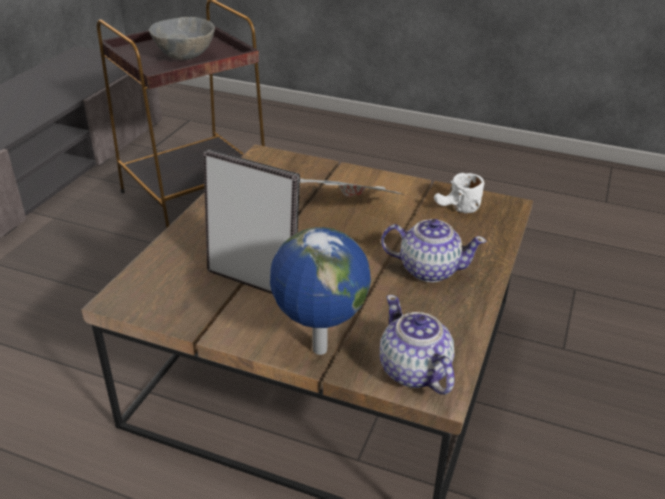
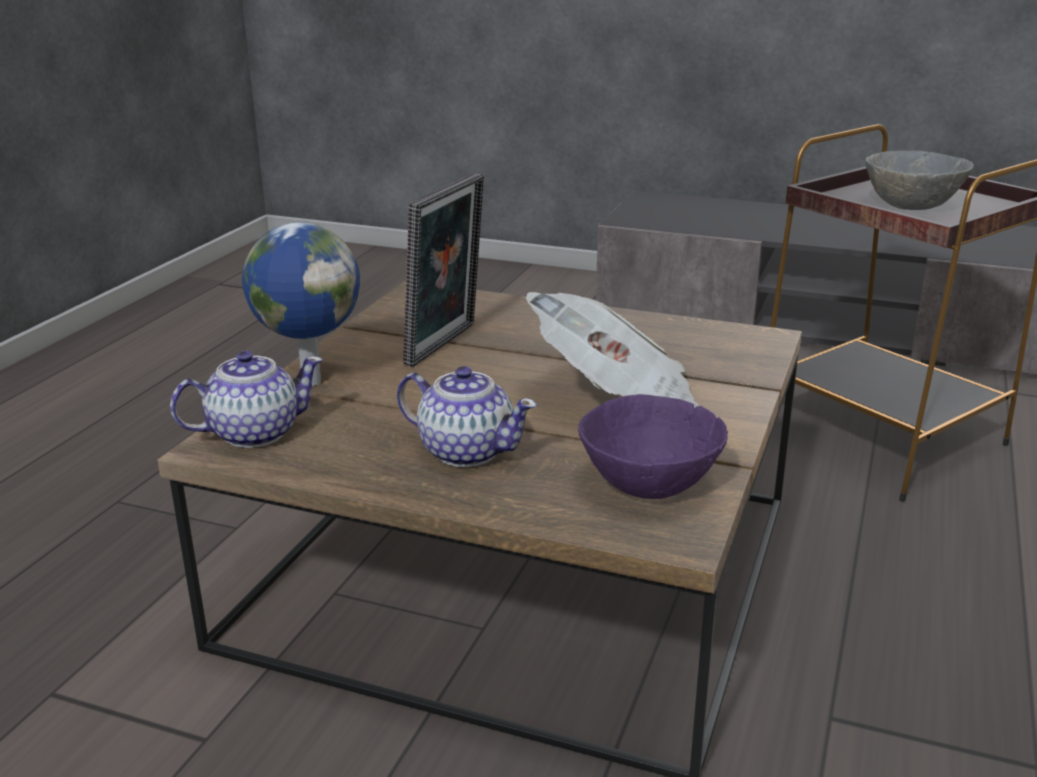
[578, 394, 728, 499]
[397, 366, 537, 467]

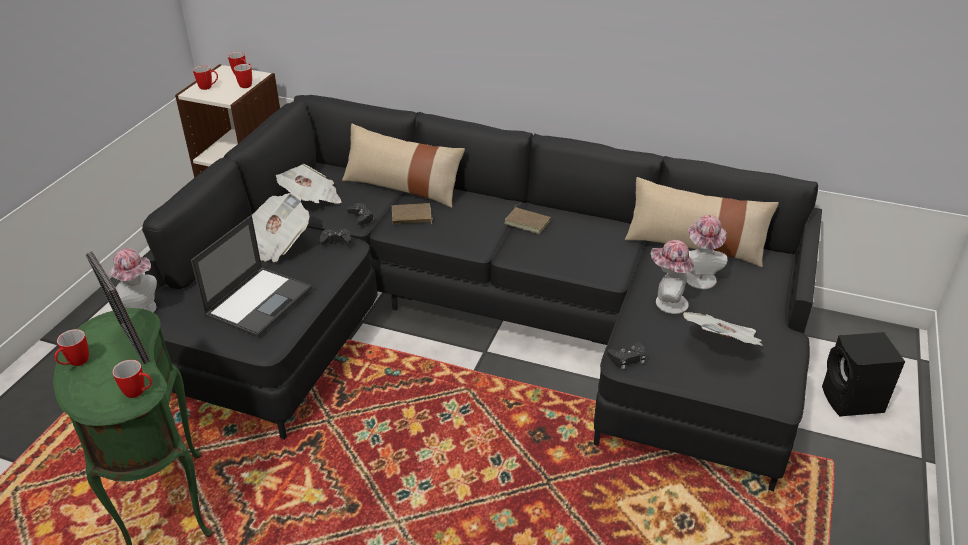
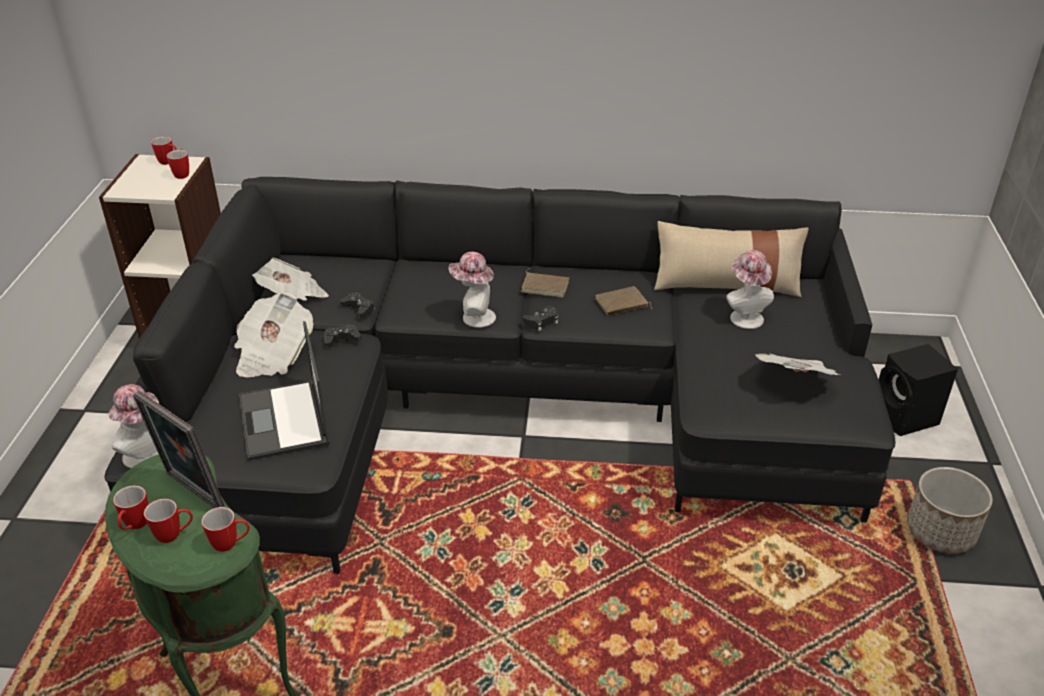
[342, 124, 465, 208] (first image)
[907, 467, 993, 554]
[144, 499, 193, 543]
[595, 286, 652, 315]
[523, 305, 558, 331]
[449, 252, 496, 328]
[239, 321, 330, 461]

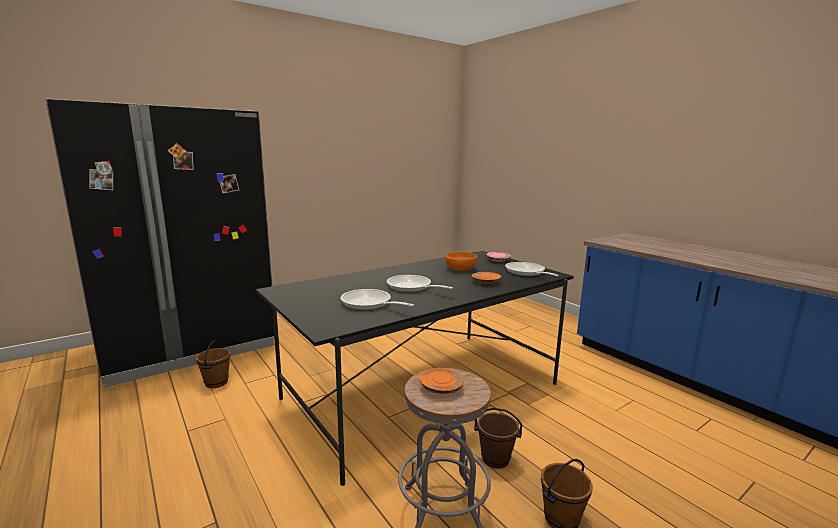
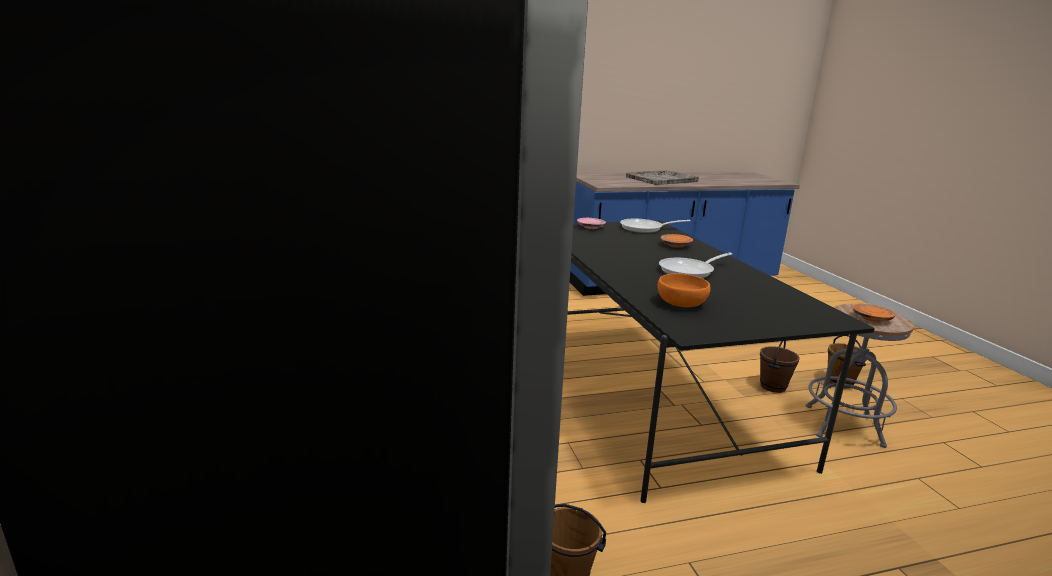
[341, 289, 414, 310] (first image)
[626, 170, 699, 185]
[658, 273, 710, 307]

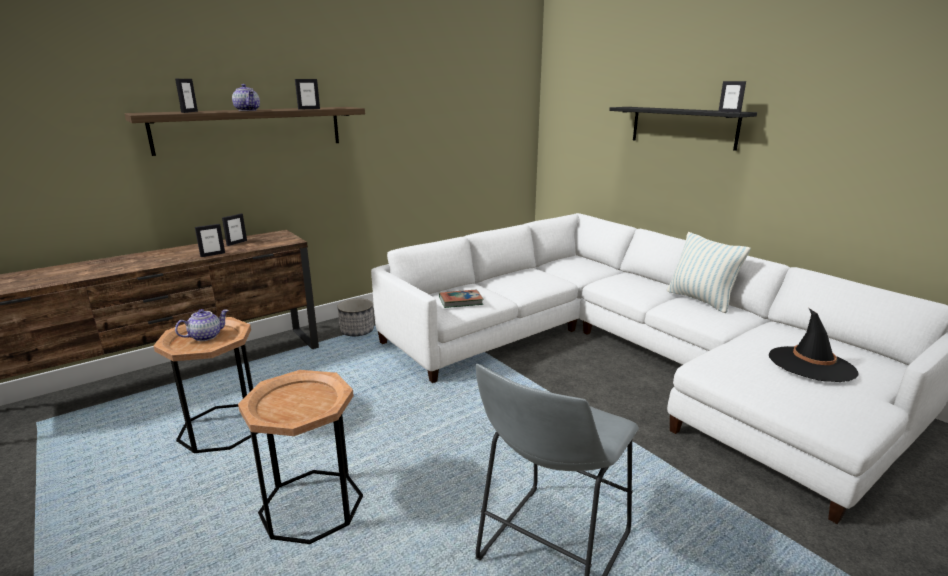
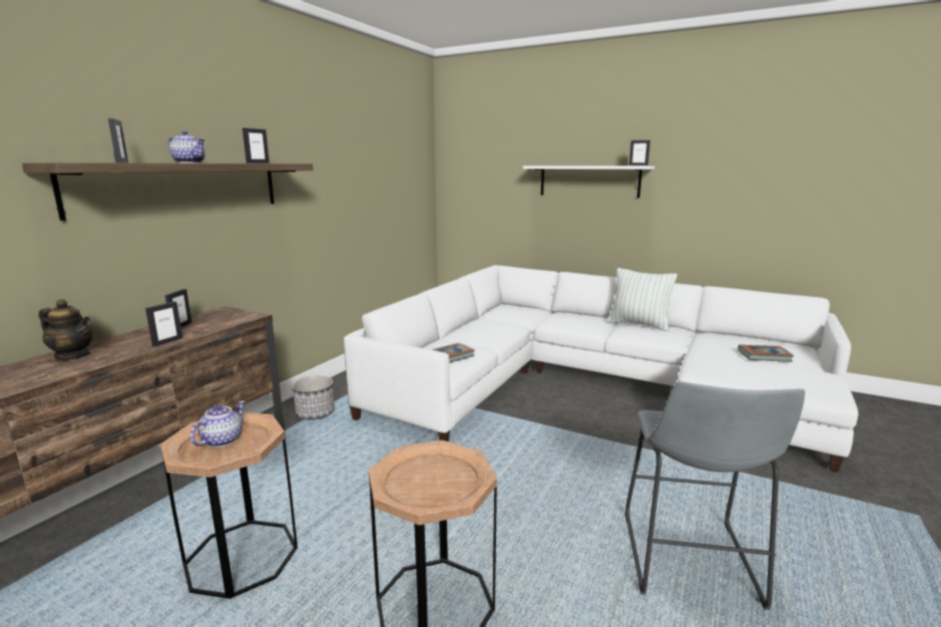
[39, 299, 94, 360]
[738, 345, 794, 362]
[523, 166, 655, 198]

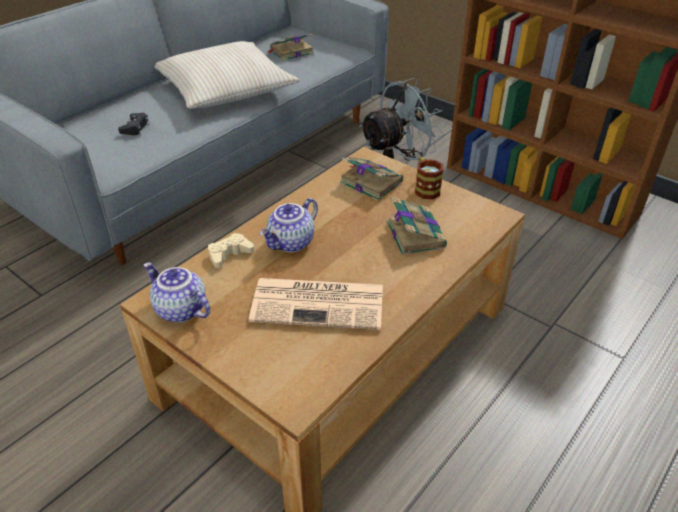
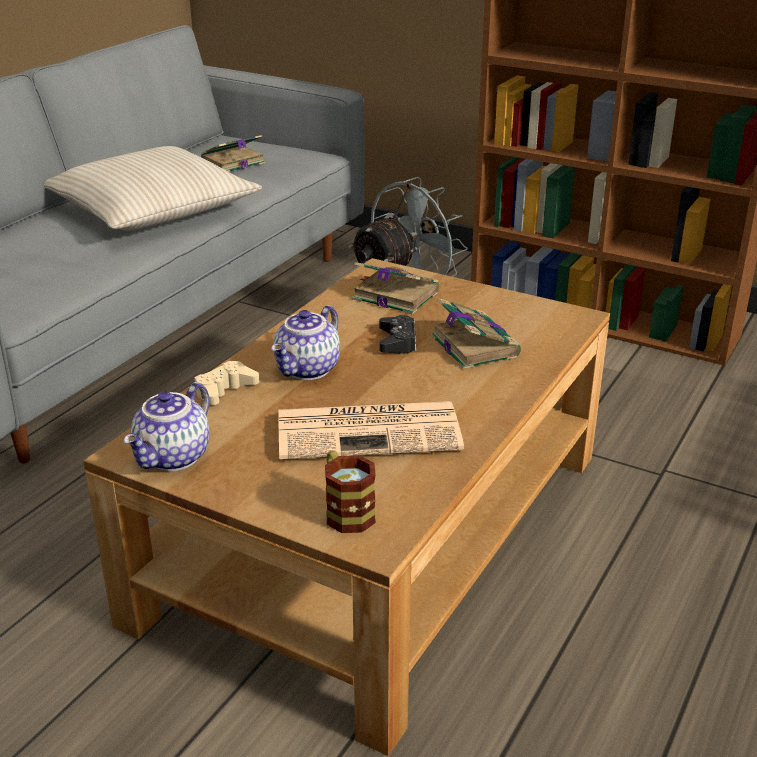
[379, 315, 417, 354]
[325, 451, 376, 533]
[124, 382, 210, 471]

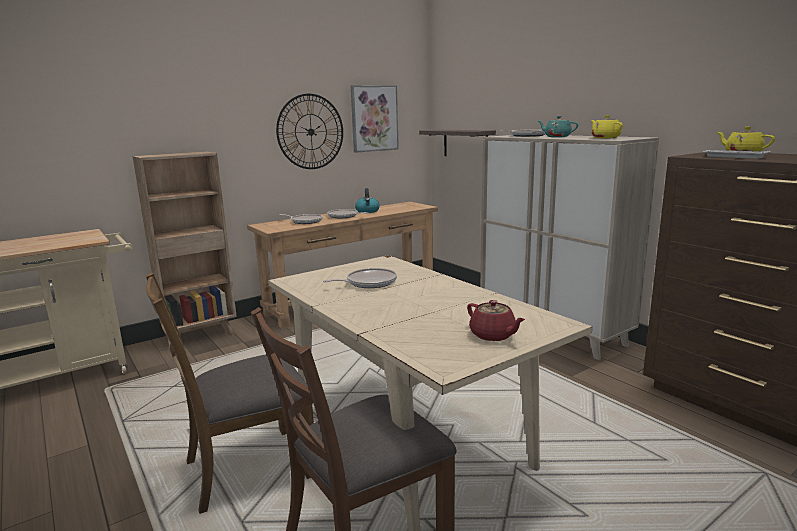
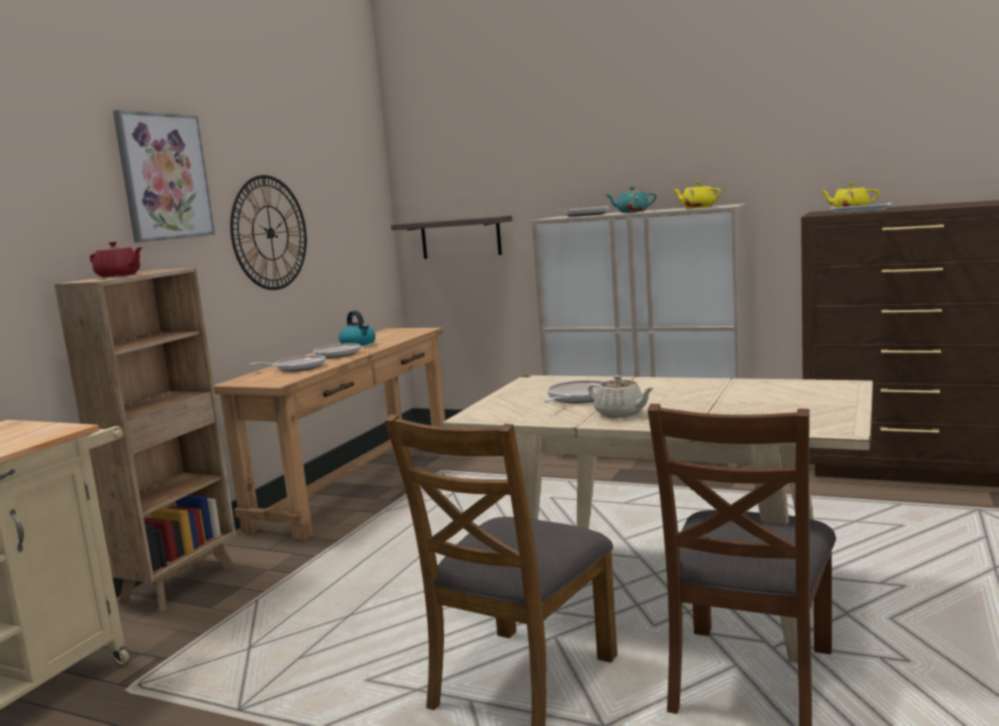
[588, 375, 654, 418]
[113, 110, 215, 243]
[90, 242, 142, 277]

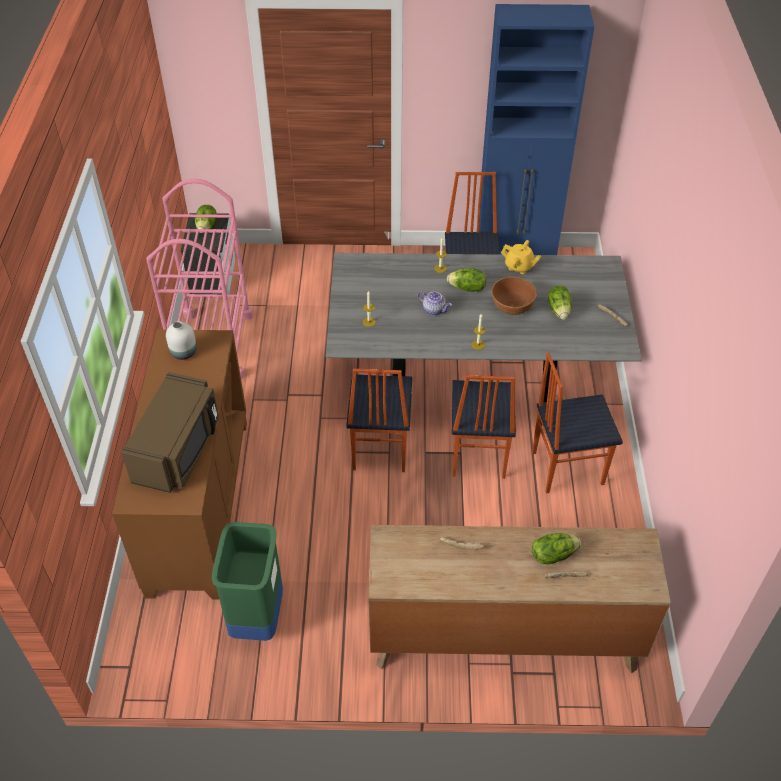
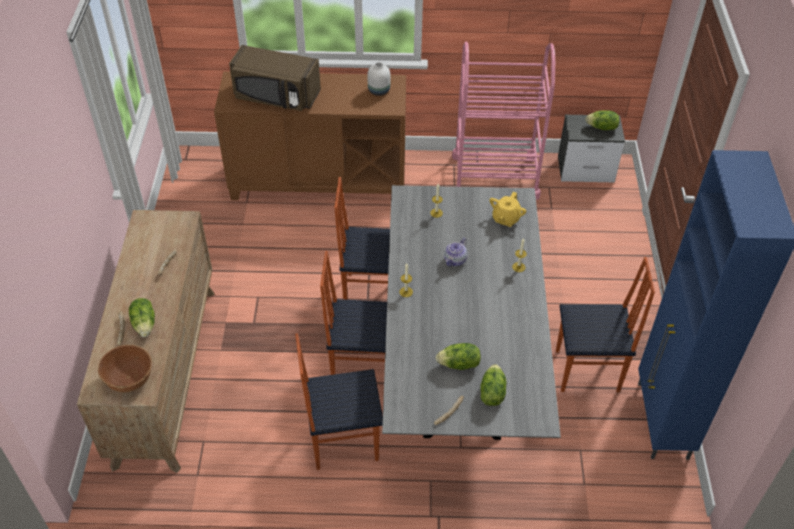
[212, 522, 283, 641] (first image)
[480, 364, 506, 406]
[98, 345, 152, 392]
[489, 192, 526, 227]
[295, 333, 383, 470]

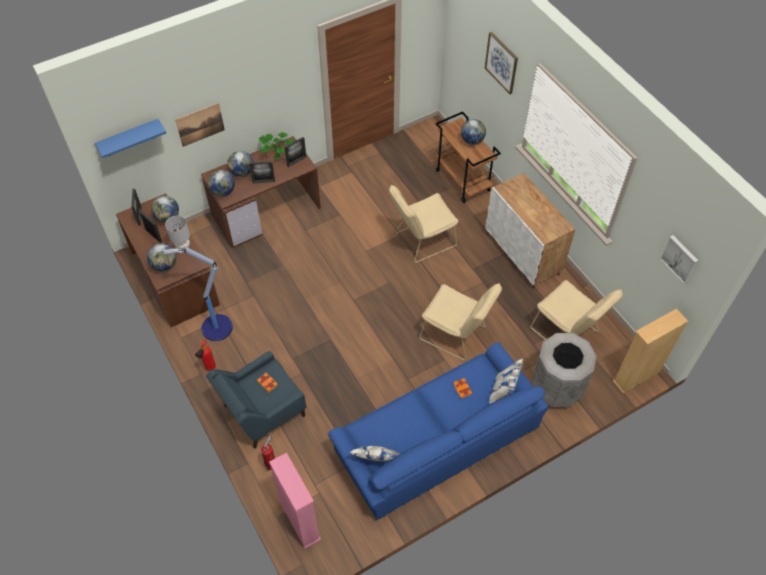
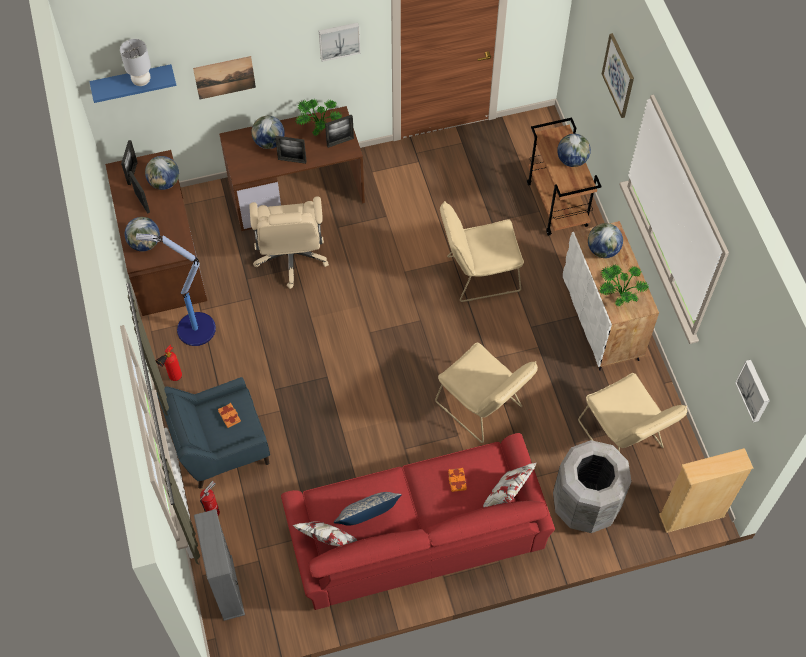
[249, 196, 329, 289]
[319, 23, 360, 62]
[334, 492, 402, 526]
[599, 264, 649, 307]
[120, 39, 151, 86]
[588, 223, 623, 258]
[194, 509, 245, 621]
[281, 433, 555, 610]

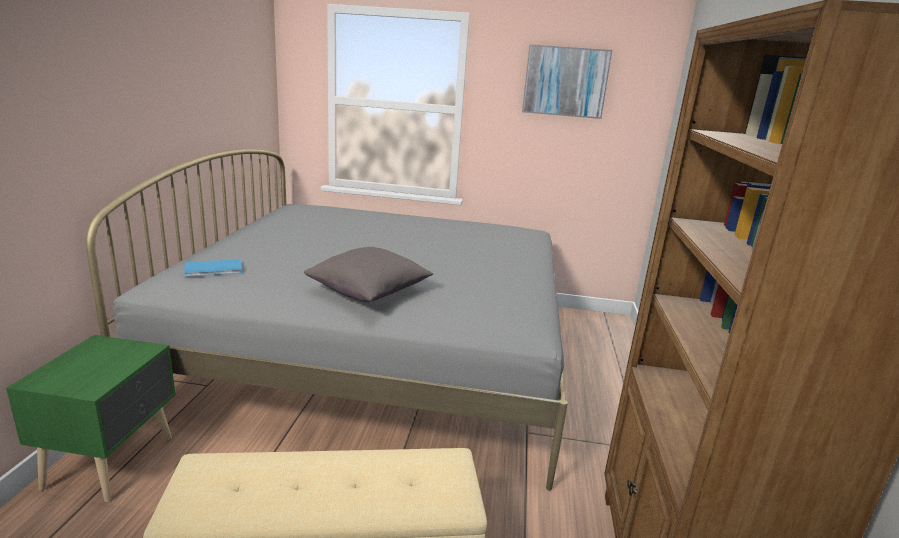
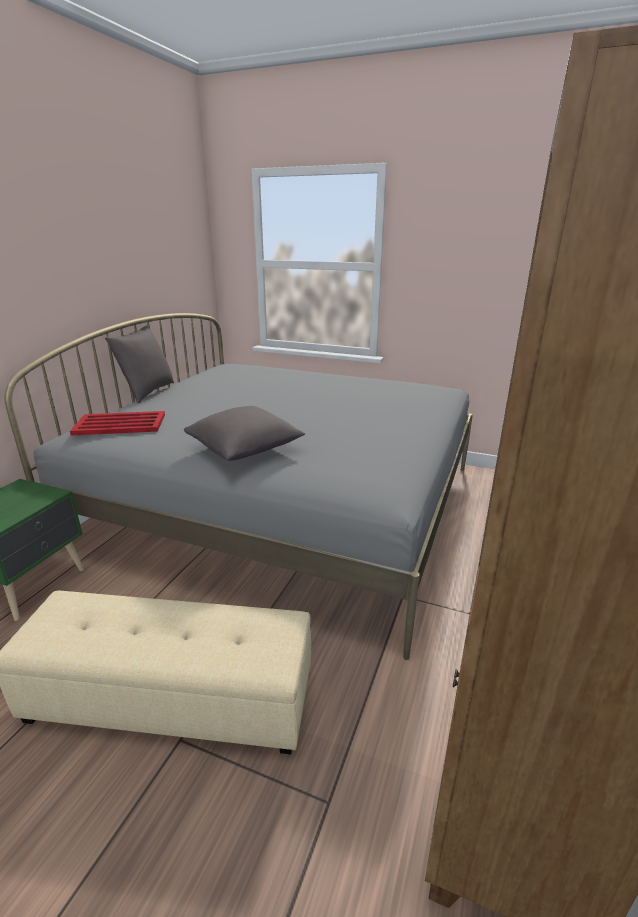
[522, 44, 612, 119] (first image)
[105, 325, 174, 403]
[70, 411, 165, 436]

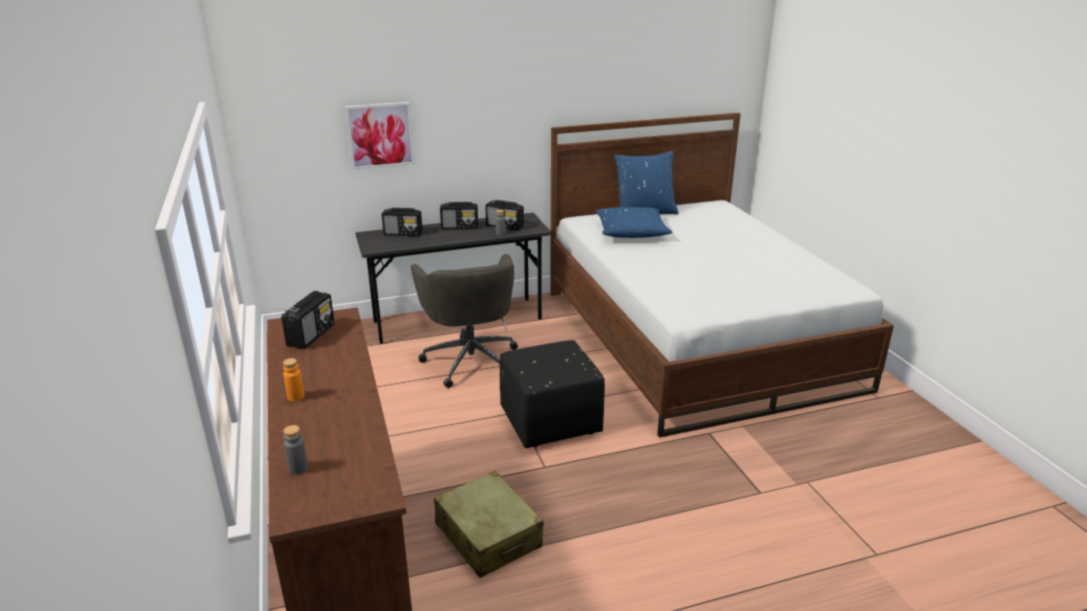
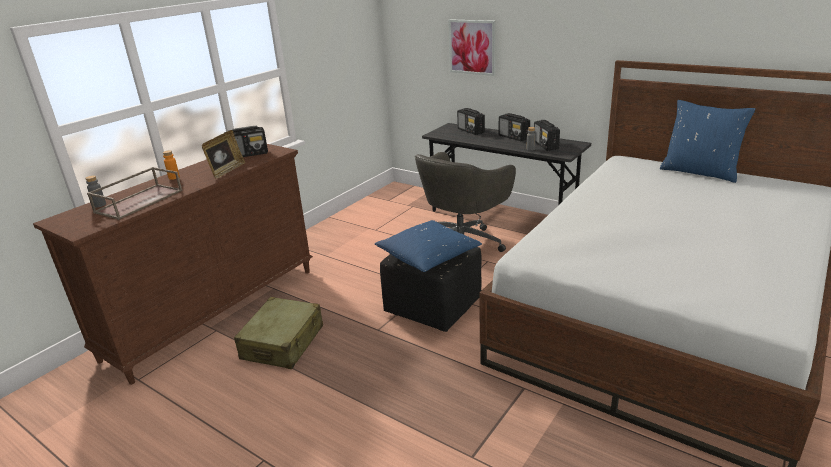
[87, 167, 183, 220]
[202, 130, 246, 179]
[375, 220, 482, 272]

